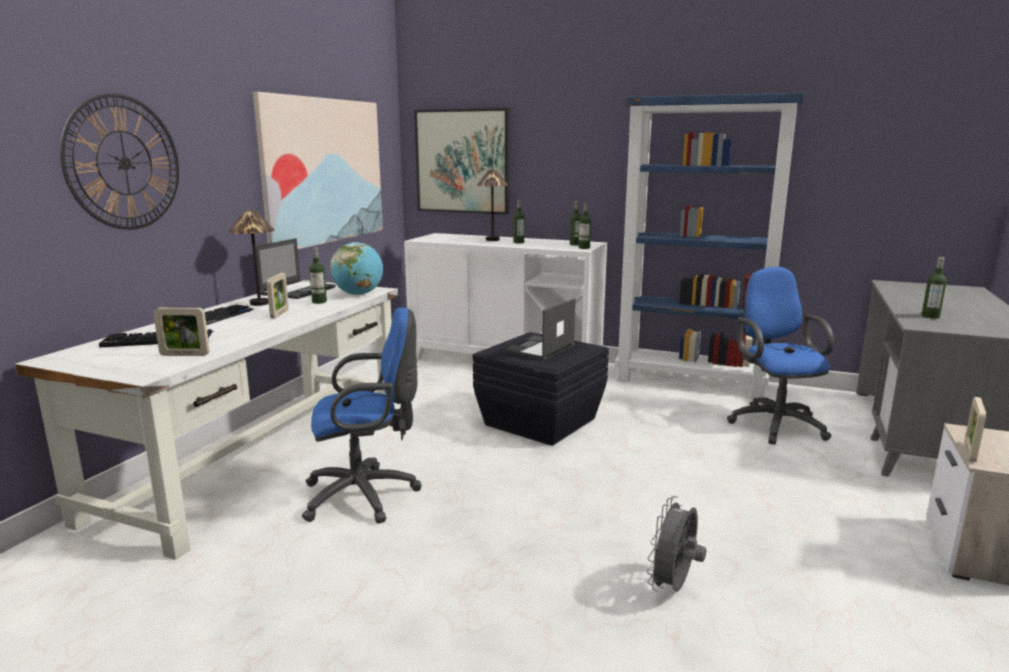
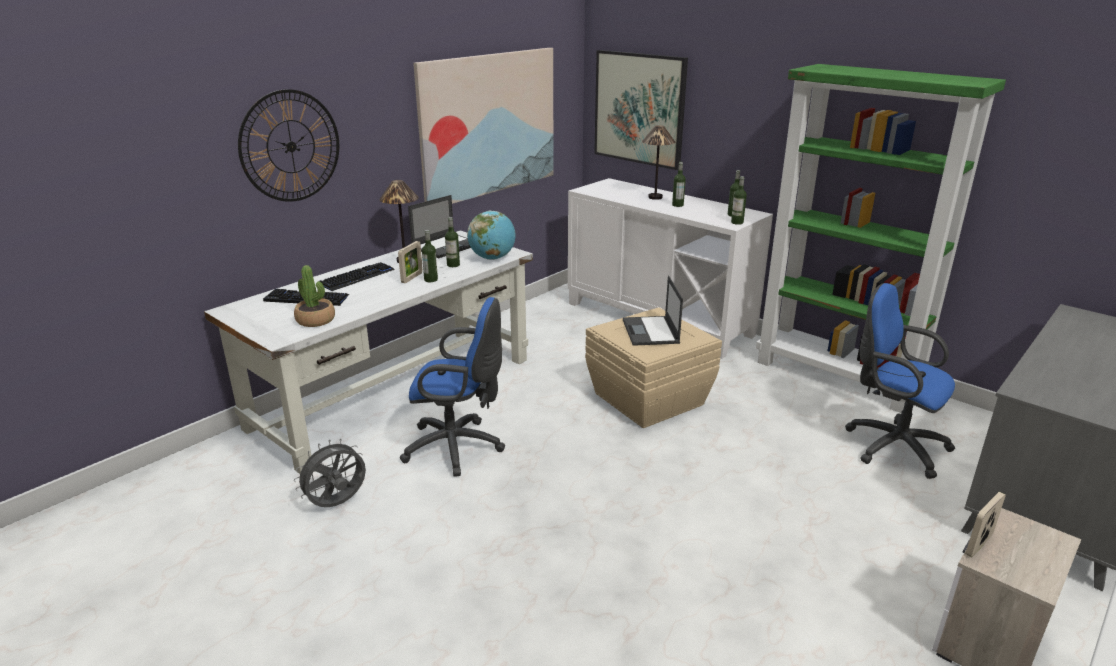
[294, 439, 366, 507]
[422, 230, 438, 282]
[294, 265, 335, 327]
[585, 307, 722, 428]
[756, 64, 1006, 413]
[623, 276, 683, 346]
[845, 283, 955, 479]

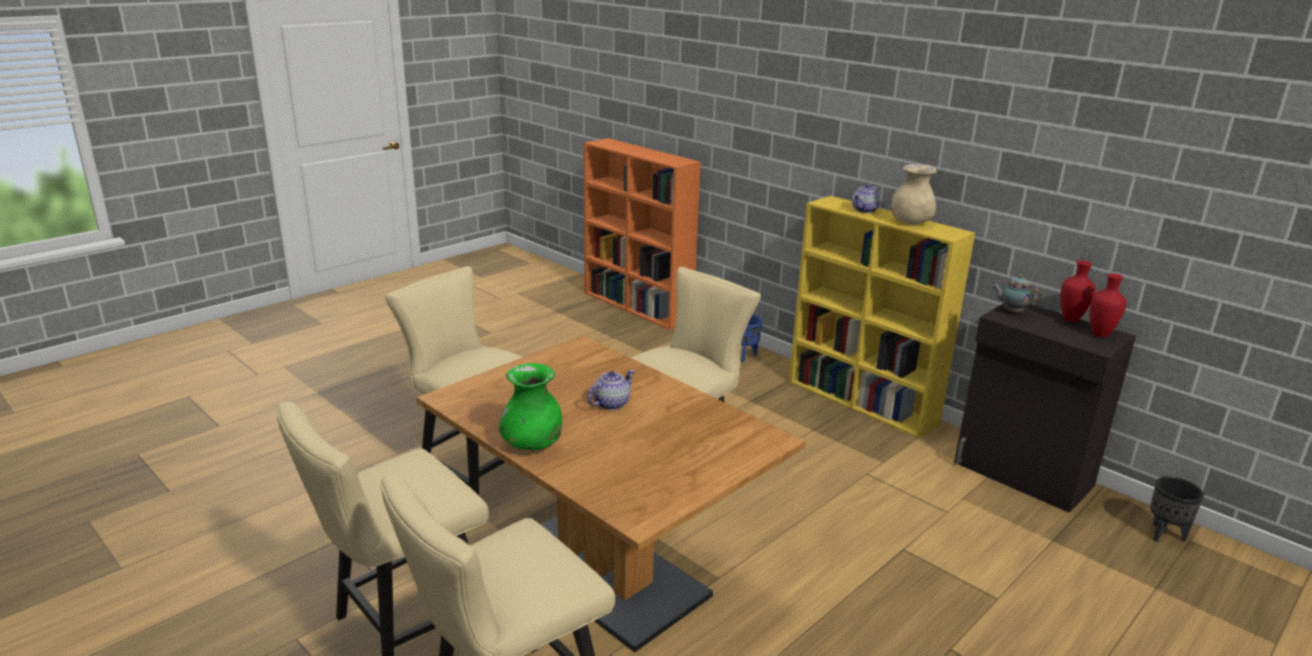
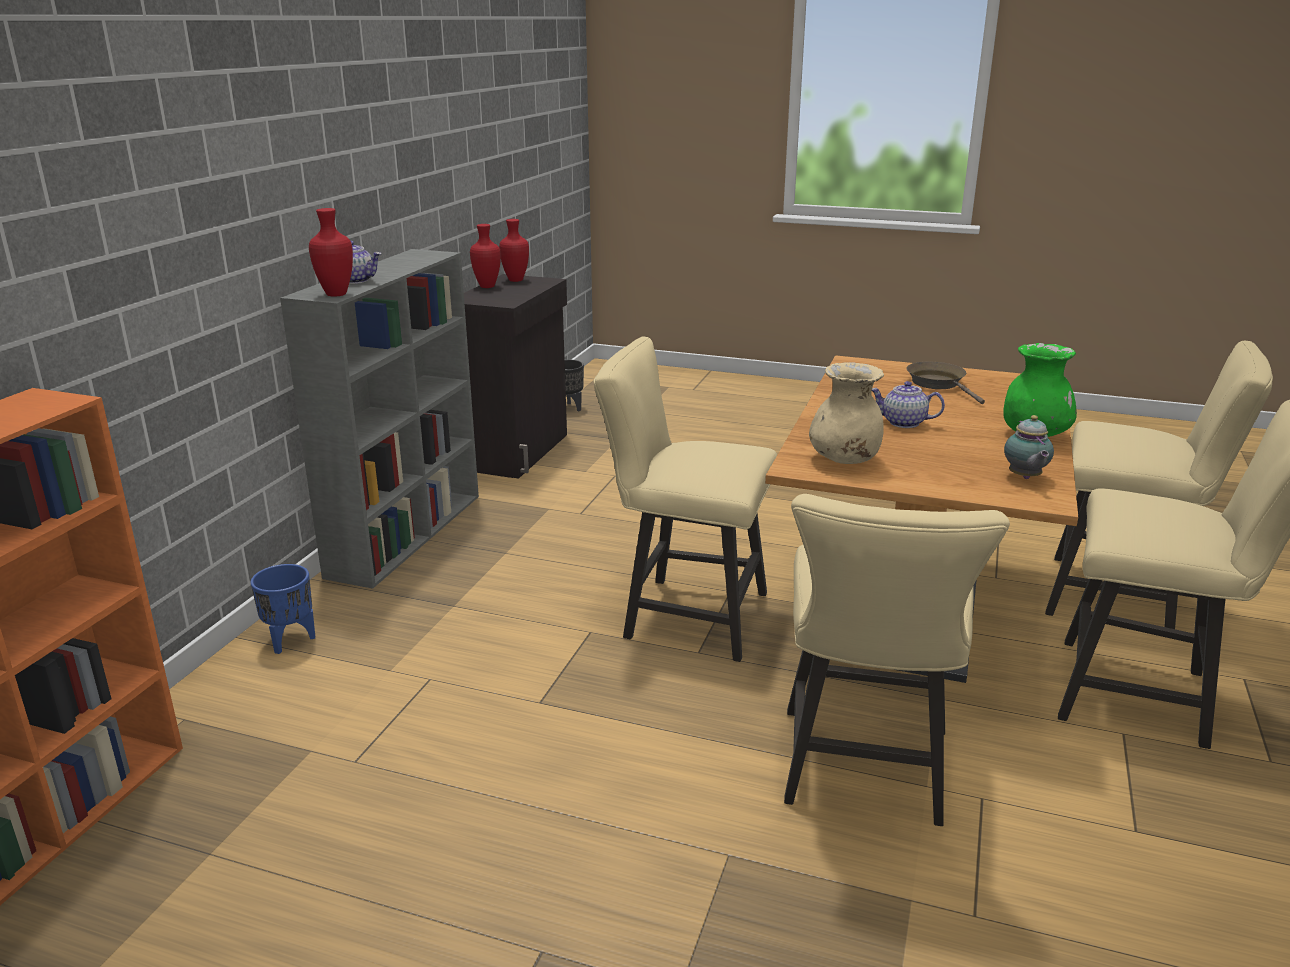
[309, 208, 353, 297]
[907, 362, 985, 404]
[809, 362, 884, 464]
[1004, 415, 1054, 479]
[280, 249, 479, 589]

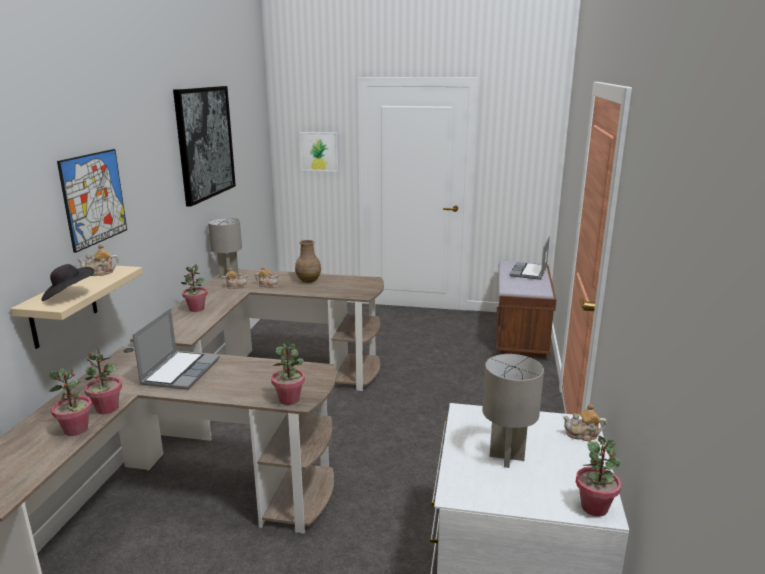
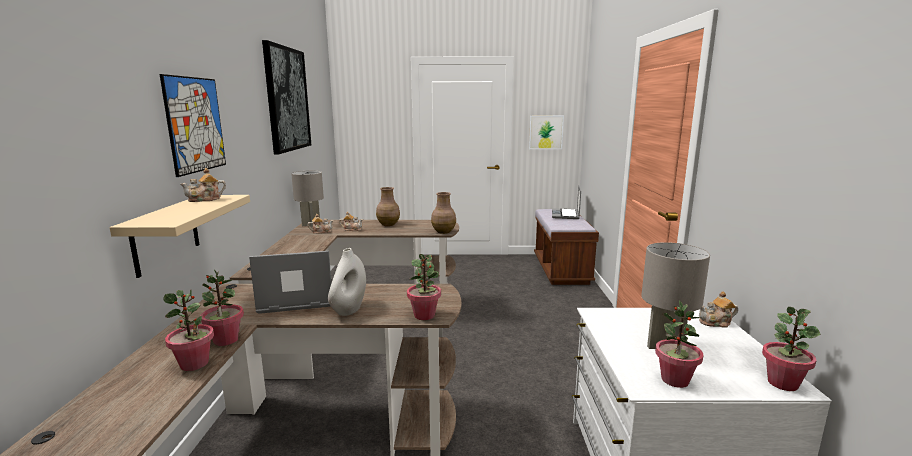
[41, 264, 94, 301] (first image)
[328, 248, 366, 316]
[431, 192, 456, 234]
[655, 300, 704, 388]
[529, 116, 564, 149]
[249, 251, 331, 314]

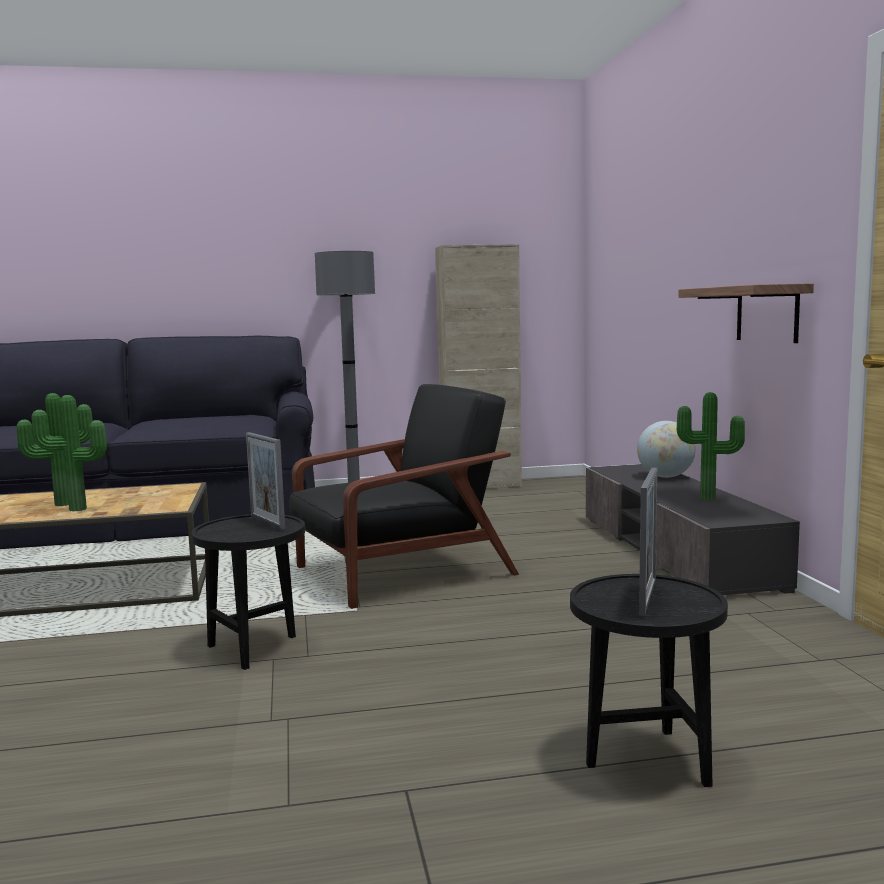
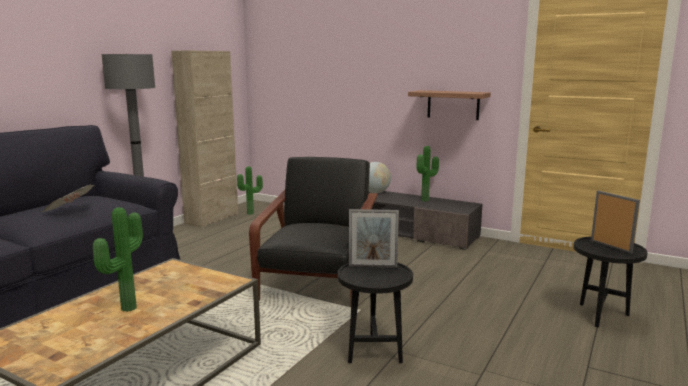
[42, 184, 94, 212]
[237, 166, 263, 215]

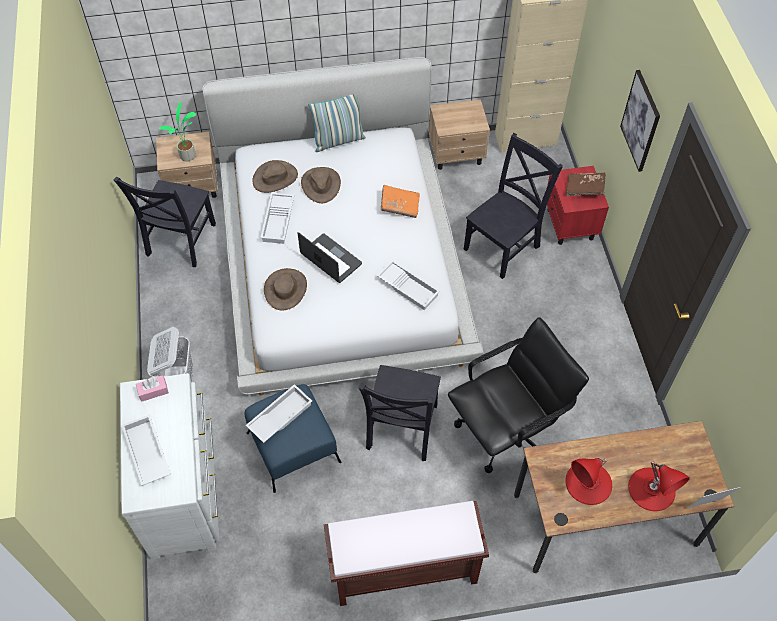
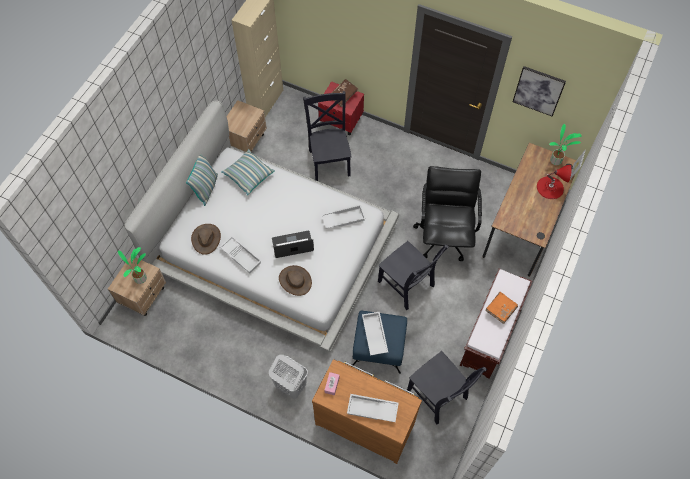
[301, 167, 341, 203] (first image)
[565, 458, 612, 505] (first image)
[221, 149, 275, 195]
[549, 124, 582, 165]
[407, 351, 487, 425]
[486, 292, 518, 324]
[513, 66, 566, 116]
[312, 359, 422, 464]

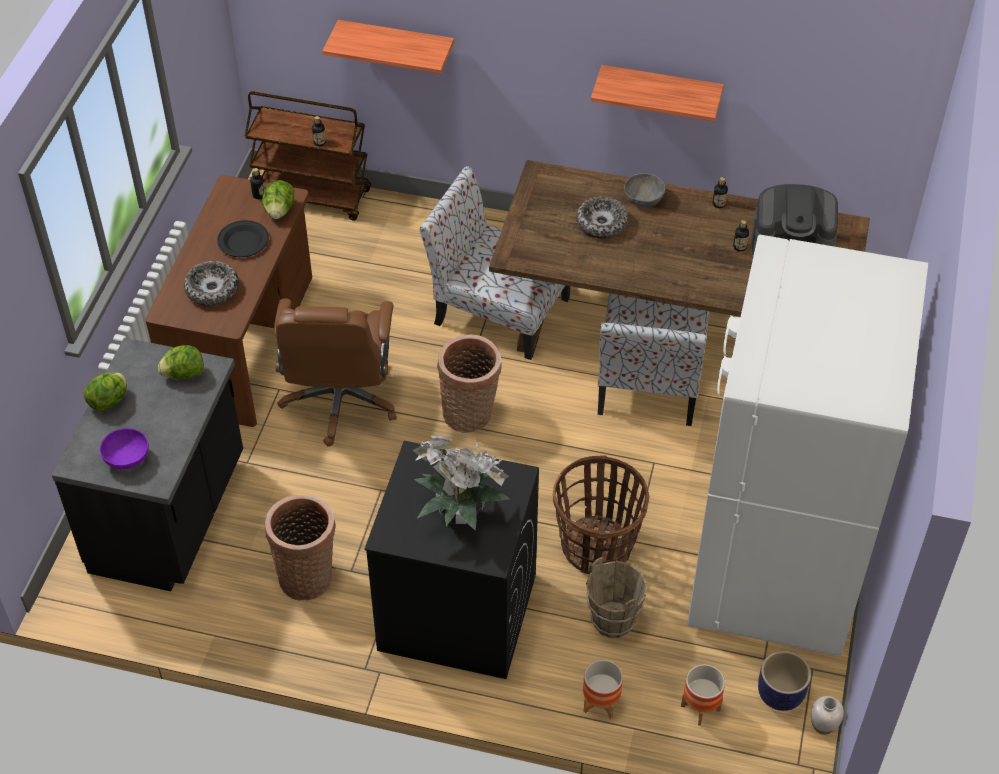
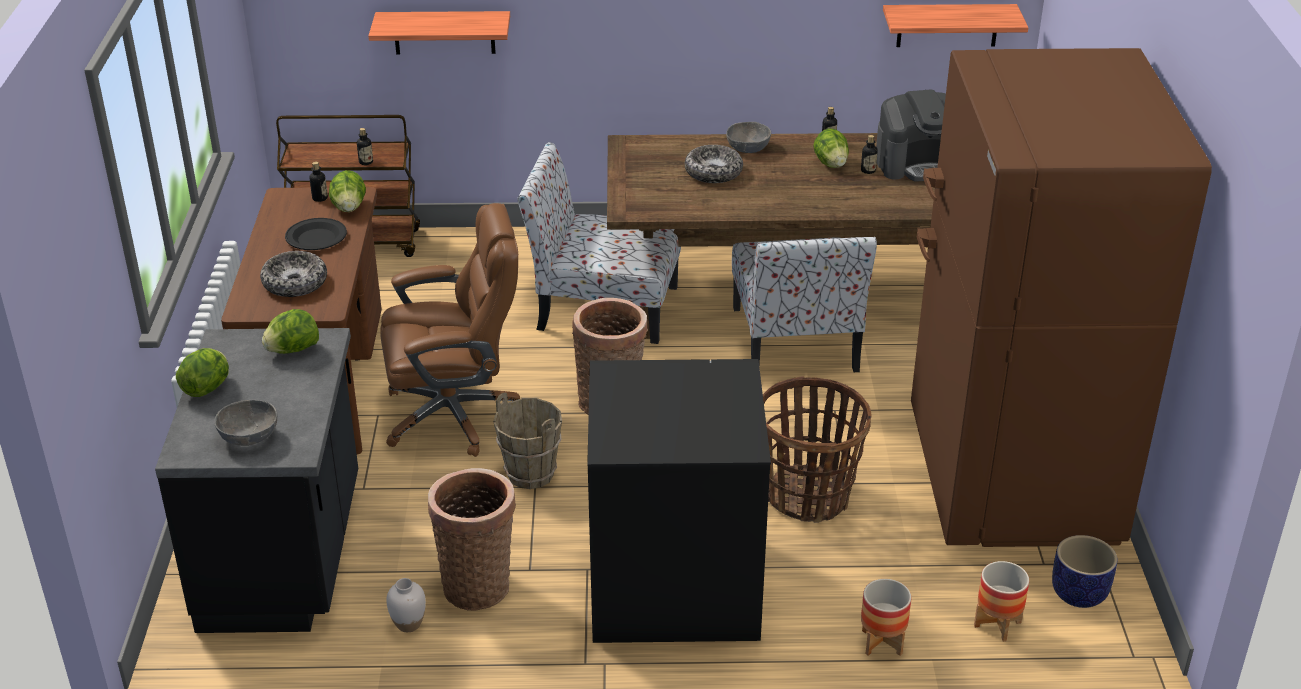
[412, 436, 510, 530] (first image)
[813, 128, 849, 168]
[493, 392, 562, 489]
[883, 4, 1028, 47]
[386, 578, 426, 632]
[214, 400, 277, 446]
[911, 48, 1212, 547]
[380, 203, 520, 457]

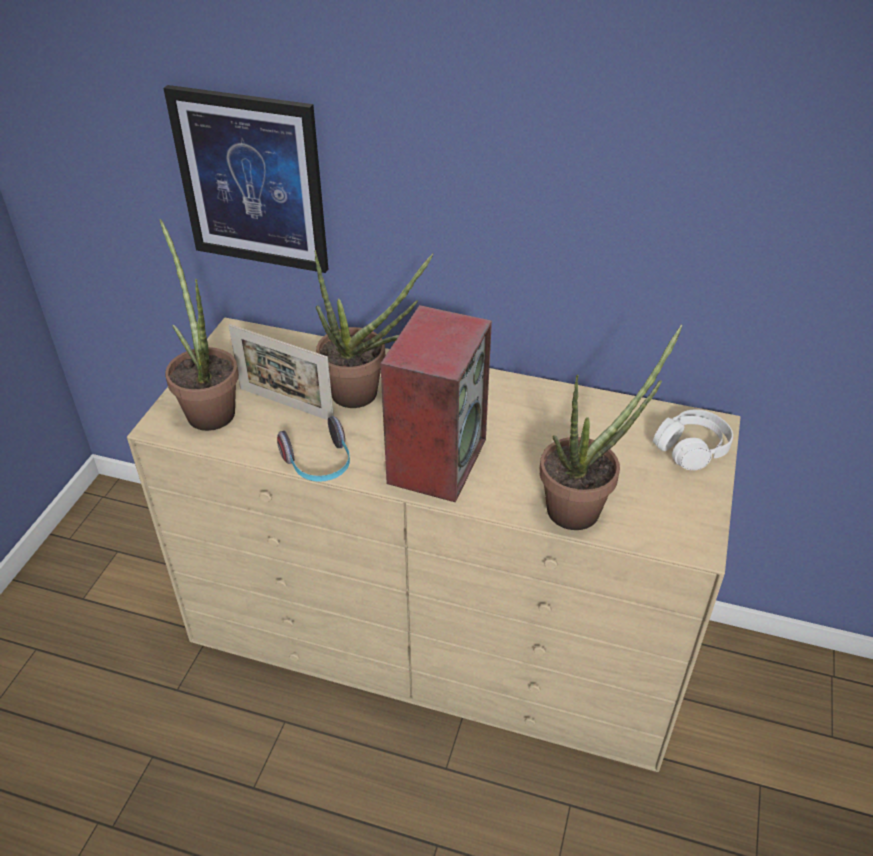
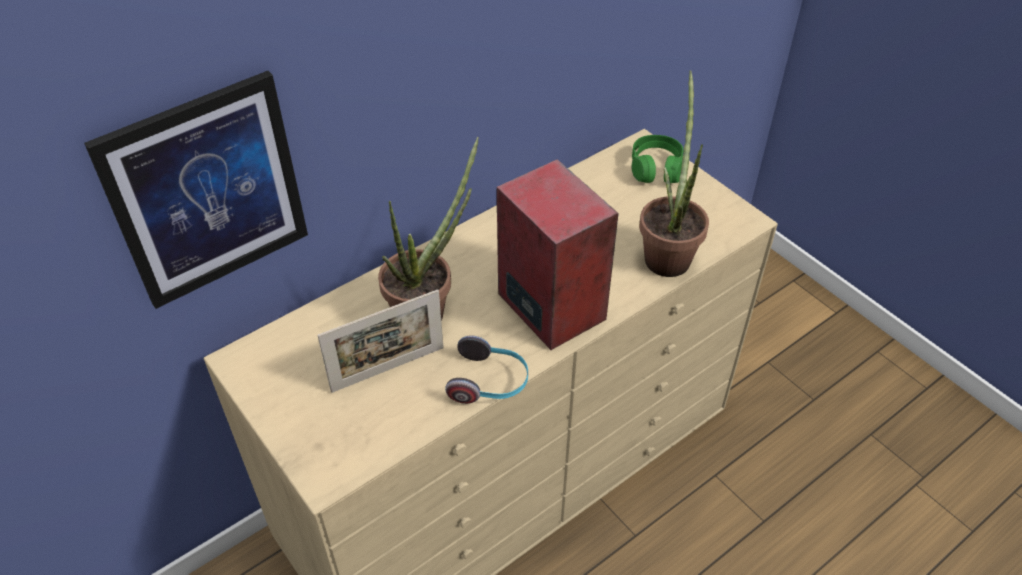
[159, 219, 239, 431] (first image)
[632, 135, 683, 183]

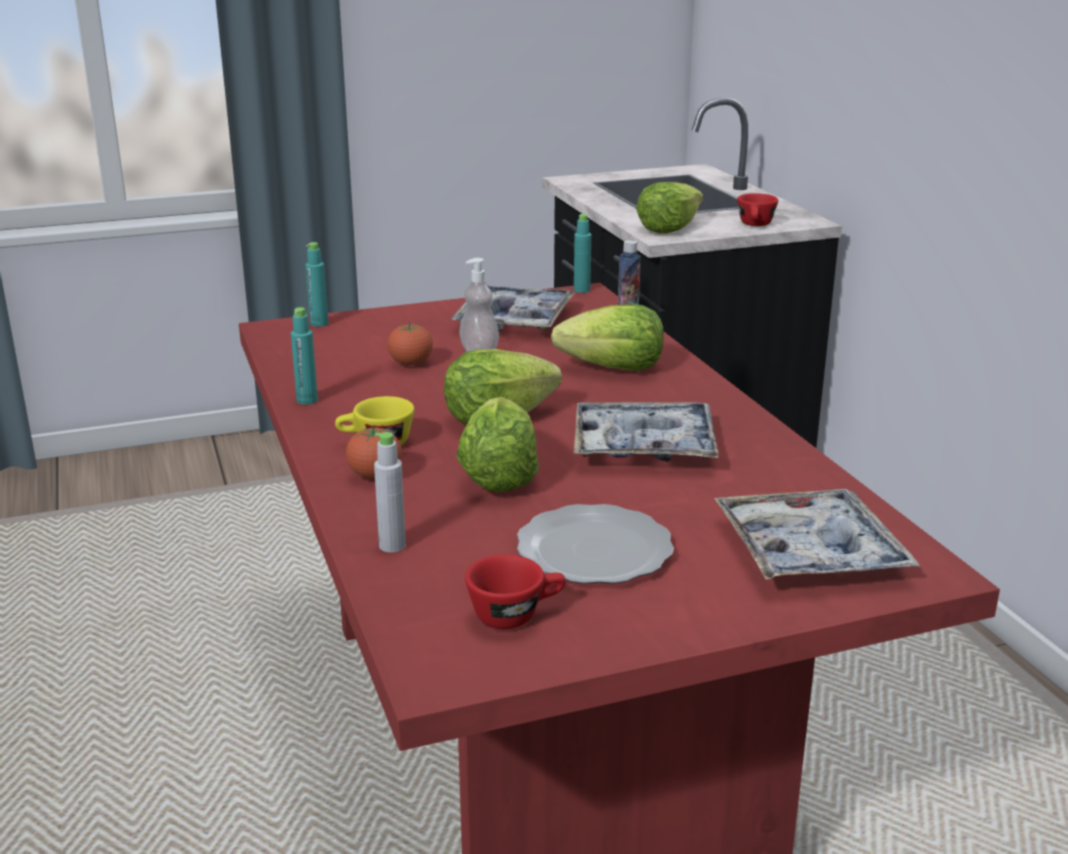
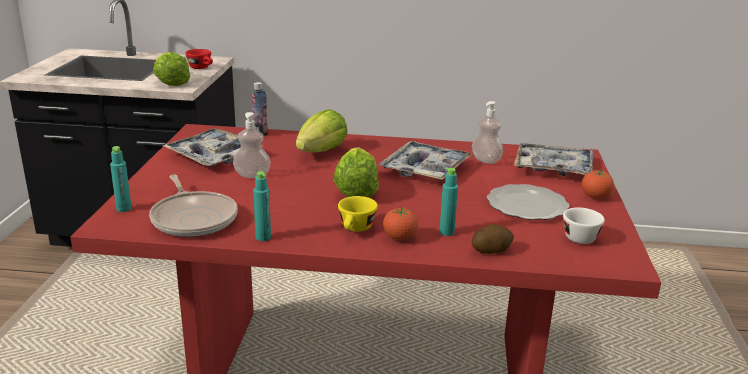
[456, 397, 539, 492] (first image)
[149, 174, 238, 237]
[472, 101, 503, 164]
[582, 169, 614, 199]
[439, 167, 458, 236]
[472, 224, 514, 254]
[563, 207, 605, 244]

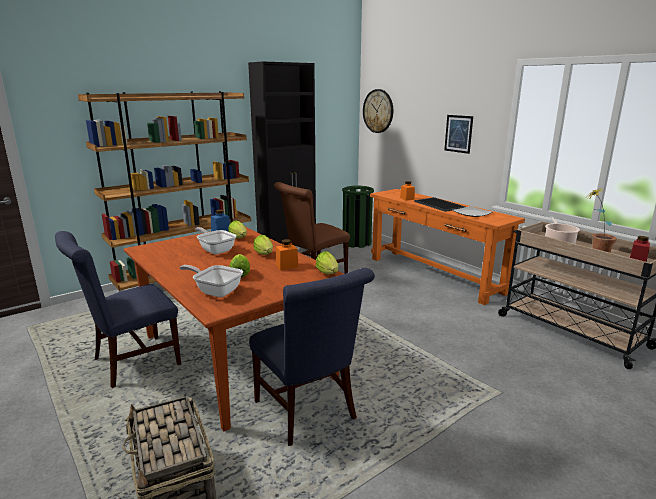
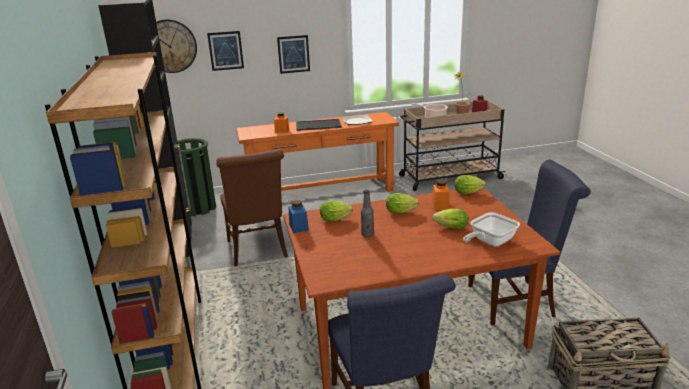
[207, 31, 244, 71]
[361, 190, 374, 237]

